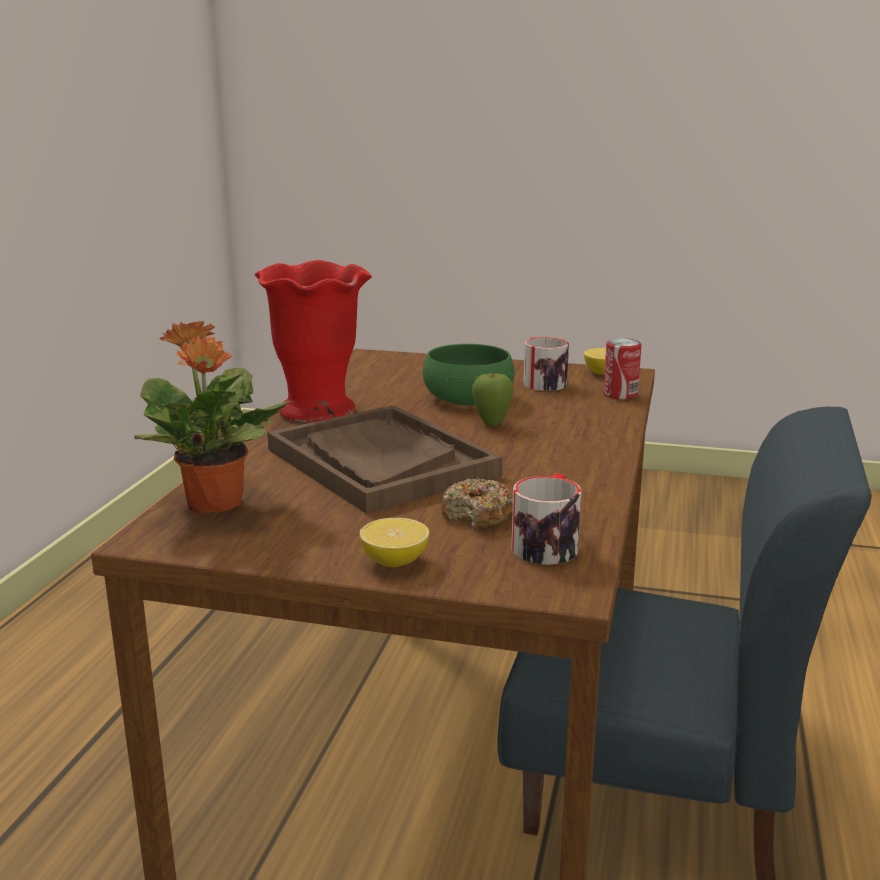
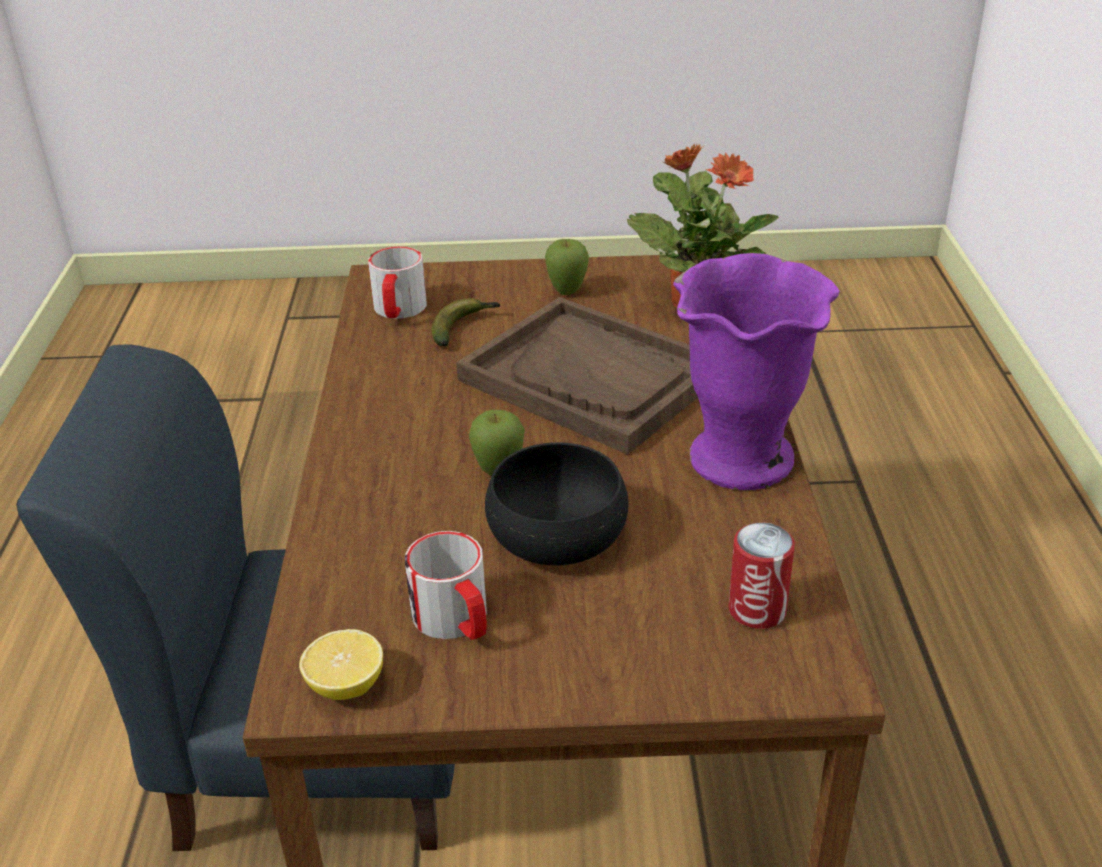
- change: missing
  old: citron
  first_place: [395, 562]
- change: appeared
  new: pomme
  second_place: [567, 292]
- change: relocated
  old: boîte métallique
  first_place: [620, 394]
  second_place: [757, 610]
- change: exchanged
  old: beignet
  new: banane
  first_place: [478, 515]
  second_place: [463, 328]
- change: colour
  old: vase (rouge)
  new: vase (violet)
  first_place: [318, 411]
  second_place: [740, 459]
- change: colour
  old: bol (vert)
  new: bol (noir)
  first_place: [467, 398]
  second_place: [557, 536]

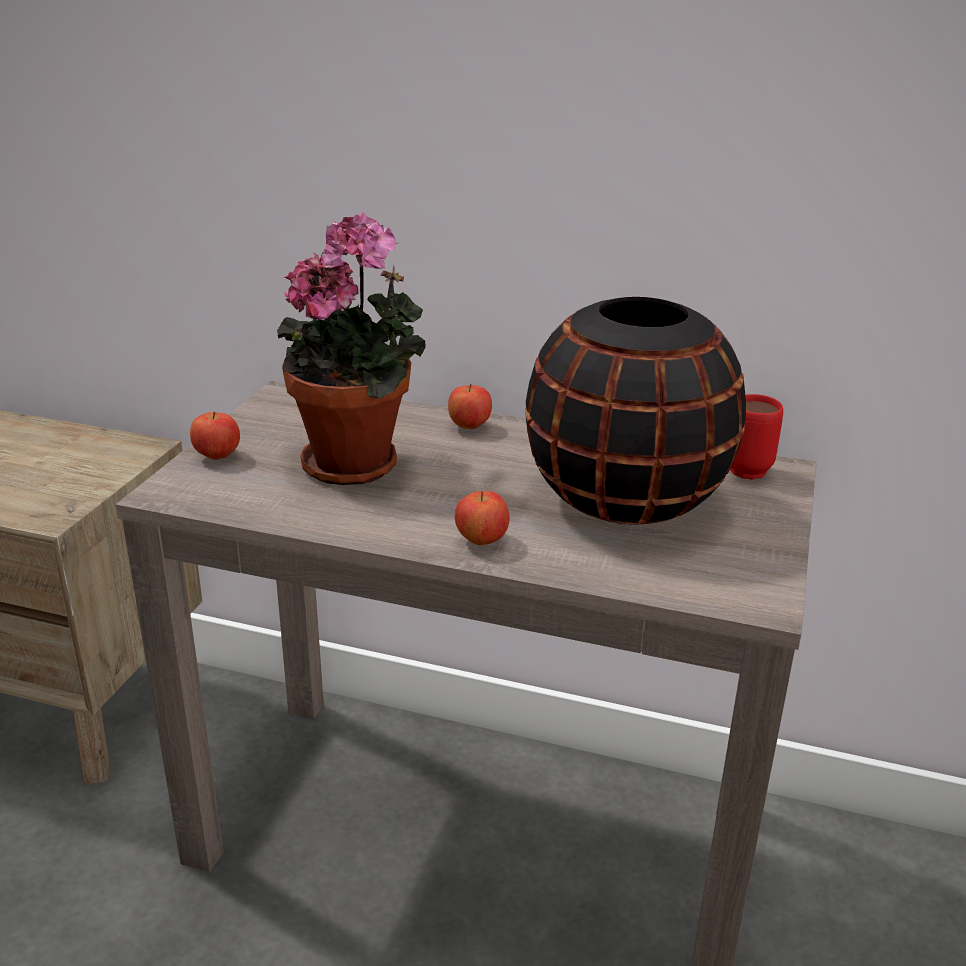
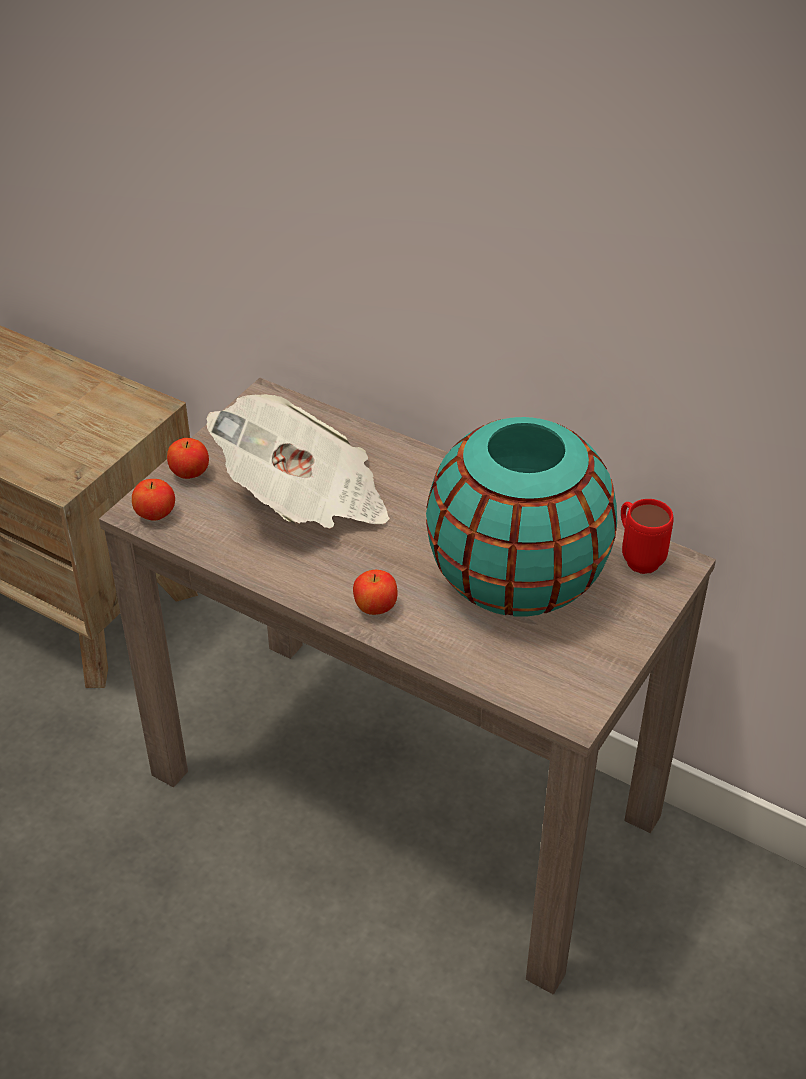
- change: relocated
  old: pomme
  first_place: [469, 427]
  second_place: [155, 515]
- change: exchanged
  old: plante en pot
  new: journal
  first_place: [359, 463]
  second_place: [305, 500]
- change: colour
  old: vase (noir)
  new: vase (turquoise)
  first_place: [626, 500]
  second_place: [516, 580]

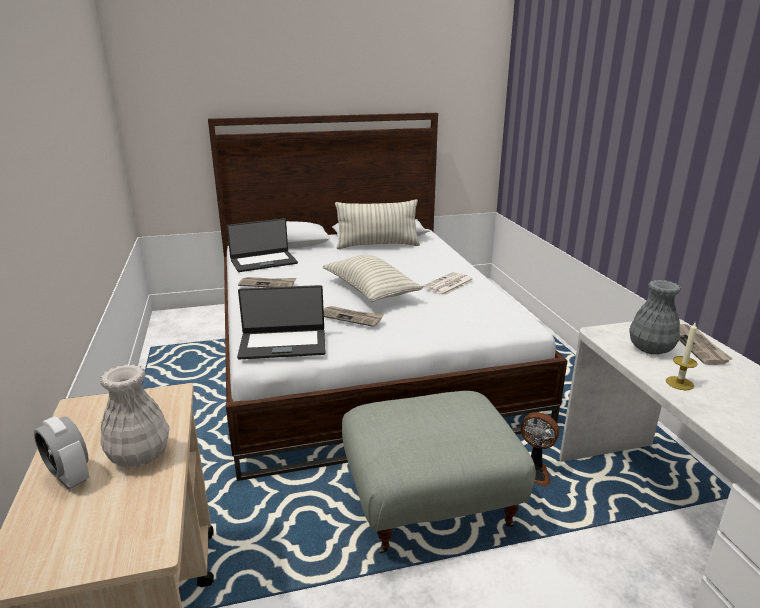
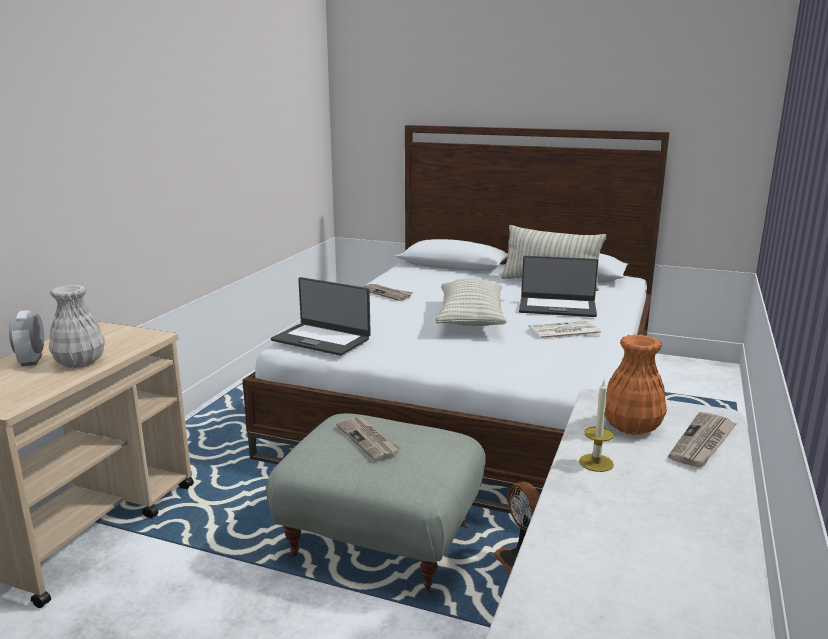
- change: relocated
  old: ordinateur portable
  first_place: [263, 262]
  second_place: [557, 307]
- change: relocated
  old: journal
  first_place: [351, 317]
  second_place: [369, 440]
- change: colour
  old: vase (gris)
  new: vase (orange)
  first_place: [650, 348]
  second_place: [632, 427]

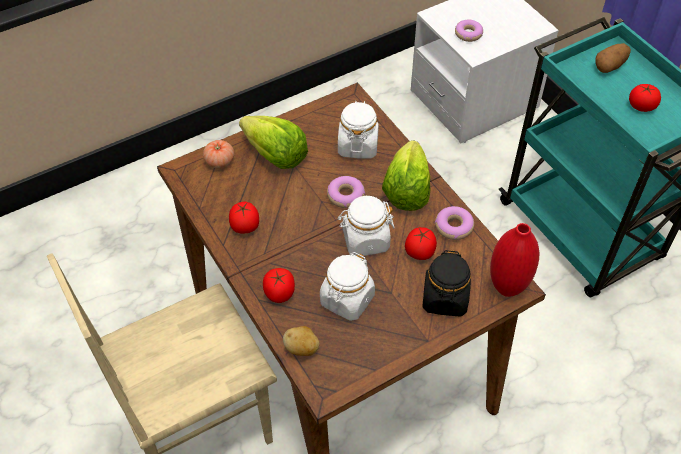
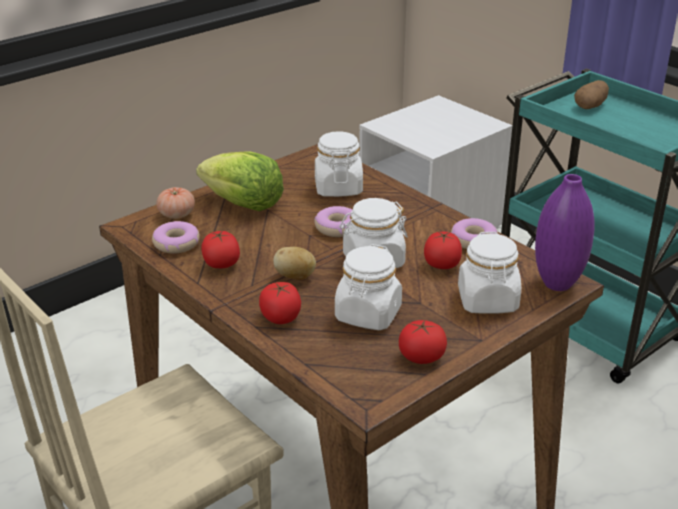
- change: missing
  old: laitue
  first_place: [406, 191]
- change: relocated
  old: pomme de terre
  first_place: [302, 348]
  second_place: [295, 277]
- change: relocated
  old: beignet
  first_place: [468, 34]
  second_place: [176, 244]
- change: relocated
  old: tomate
  first_place: [641, 106]
  second_place: [421, 357]
- change: colour
  old: bocal (noir)
  new: bocal (blanc)
  first_place: [445, 299]
  second_place: [487, 301]
- change: colour
  old: vase (rouge)
  new: vase (violet)
  first_place: [507, 288]
  second_place: [557, 284]

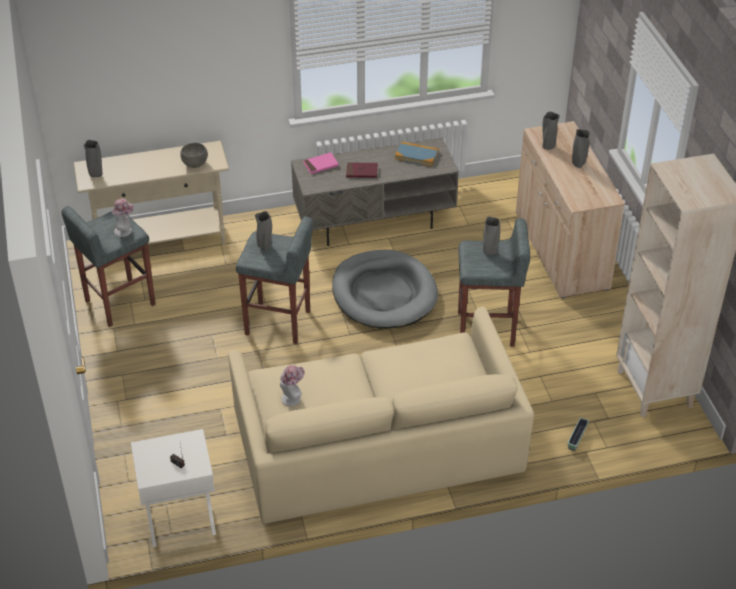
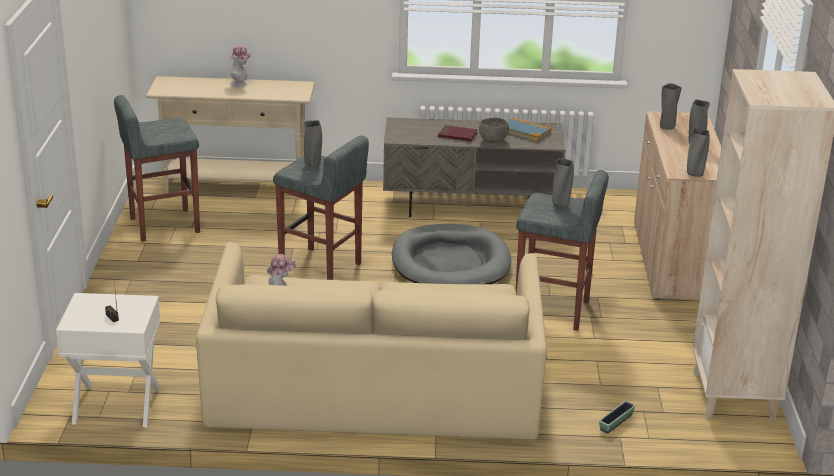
- change: missing
  old: livre (rose)
  first_place: [321, 165]
- change: relocated
  old: vase (gris)
  first_place: [96, 174]
  second_place: [694, 174]
- change: relocated
  old: chapeau
  first_place: [125, 231]
  second_place: [241, 83]
- change: relocated
  old: bol (gris)
  first_place: [195, 164]
  second_place: [493, 140]

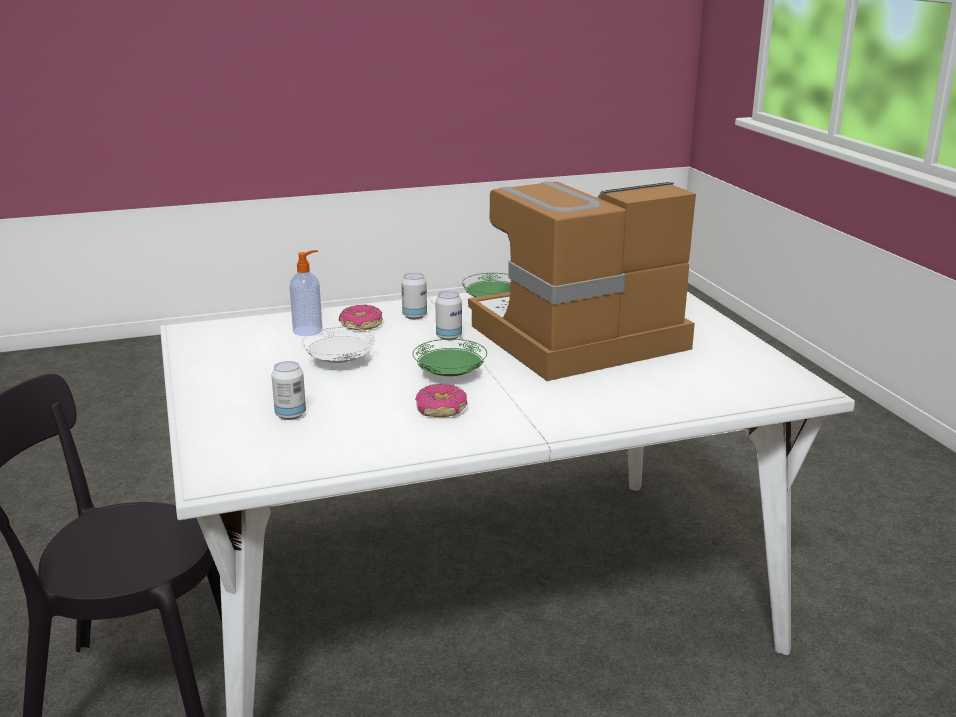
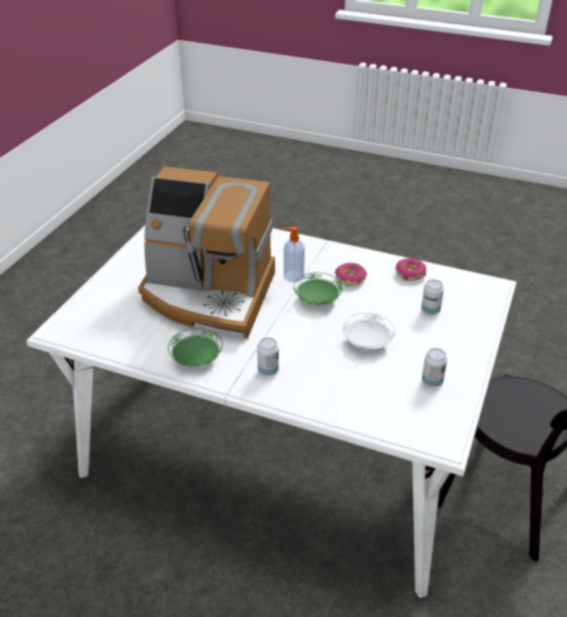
- change: relocated
  old: distributeur de savon
  first_place: [309, 330]
  second_place: [293, 276]
- change: relocated
  old: beignet
  first_place: [361, 325]
  second_place: [410, 274]
- change: relocated
  old: boîte métallique
  first_place: [449, 336]
  second_place: [432, 381]

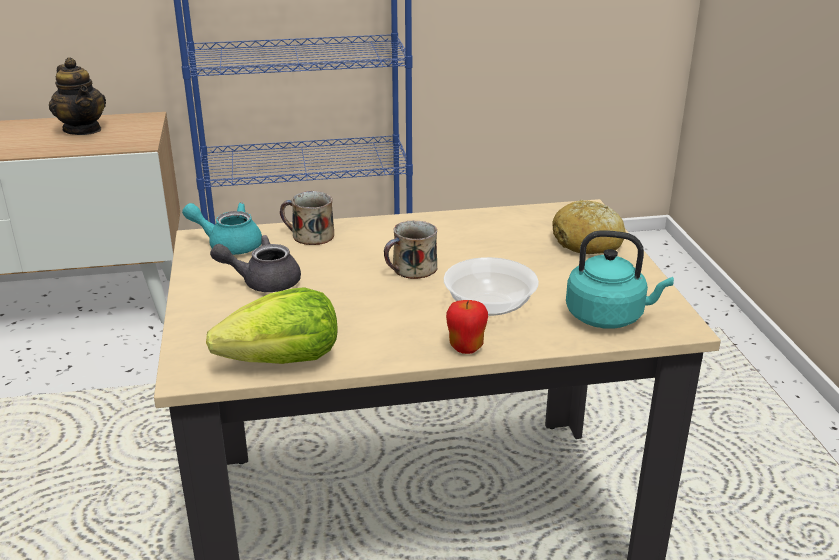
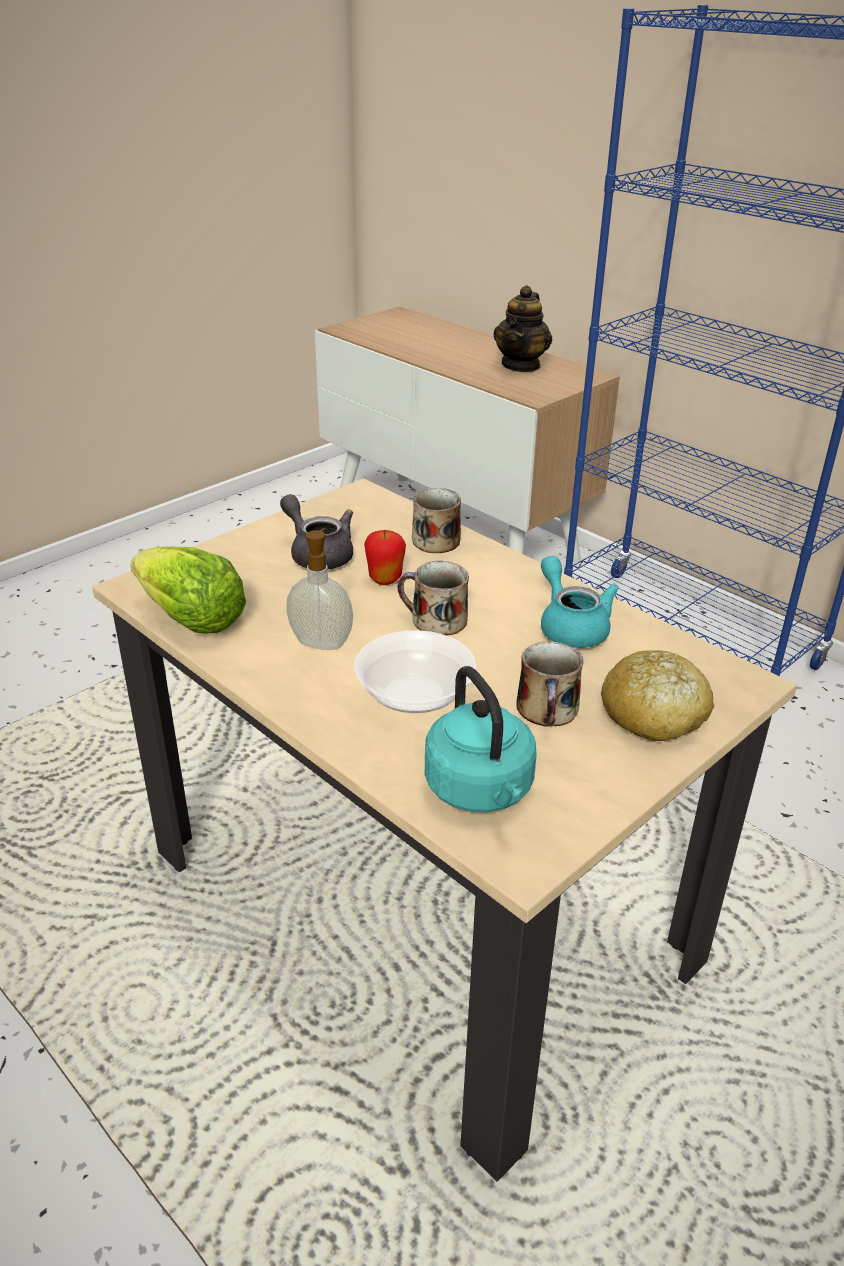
- change: appeared
  new: distributeur de savon
  second_place: [322, 642]
- change: appeared
  new: mug
  second_place: [548, 710]
- change: relocated
  old: théière (turquoise)
  first_place: [229, 244]
  second_place: [571, 626]
- change: relocated
  old: pomme
  first_place: [466, 347]
  second_place: [385, 579]

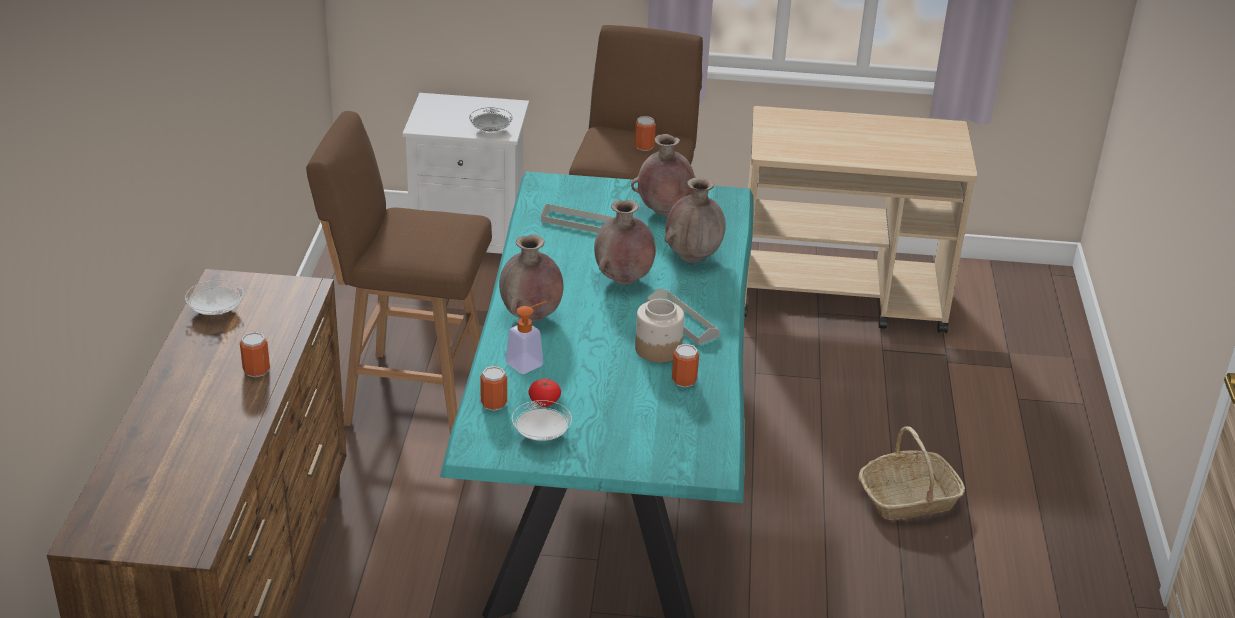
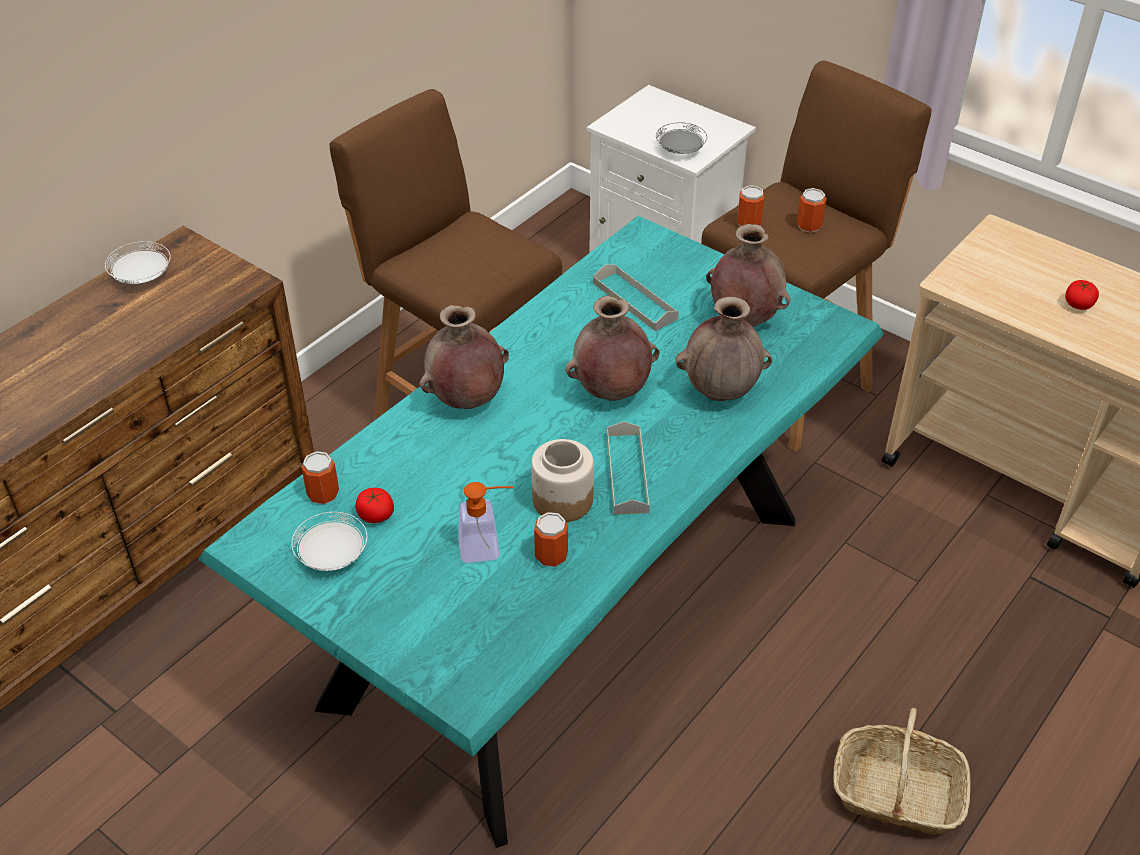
- change: appeared
  new: tomate
  second_place: [1078, 304]
- change: relocated
  old: boîte métallique
  first_place: [256, 370]
  second_place: [748, 223]
- change: relocated
  old: distributeur de savon
  first_place: [529, 362]
  second_place: [487, 548]

